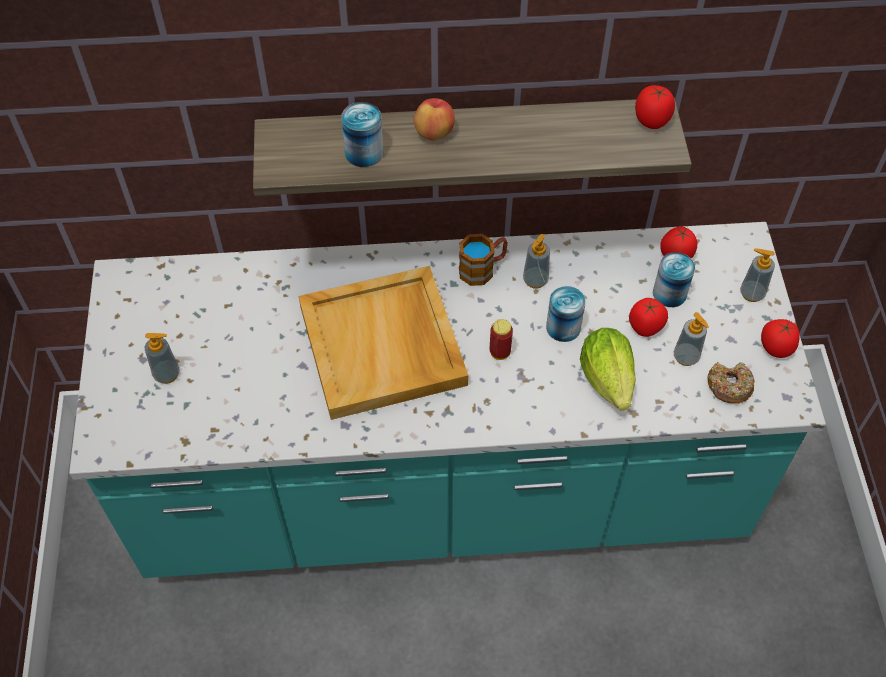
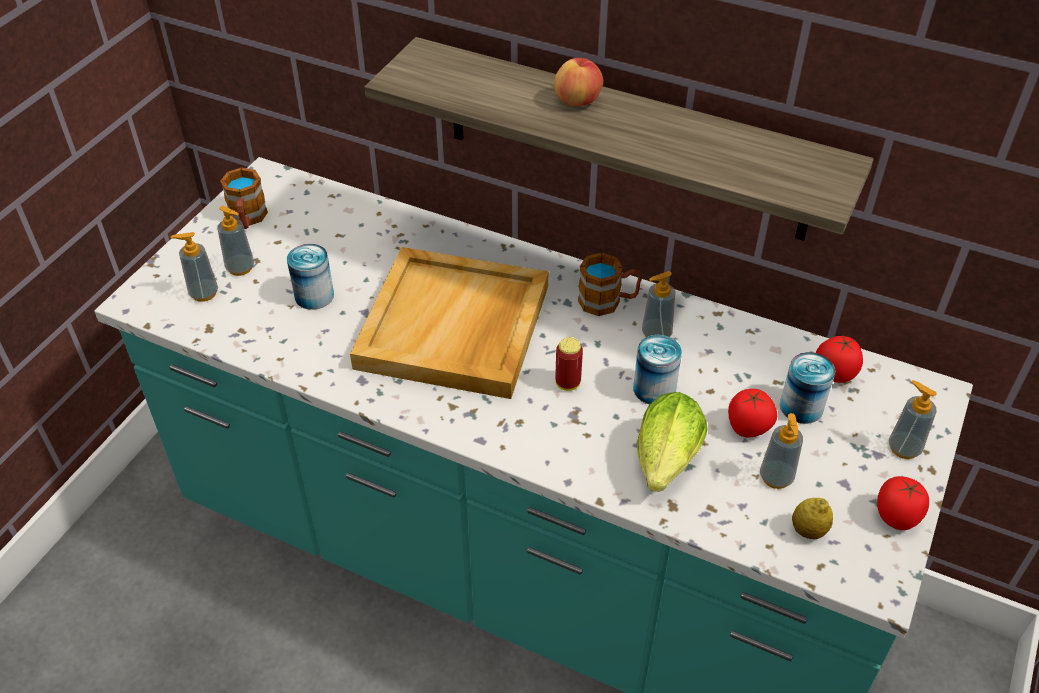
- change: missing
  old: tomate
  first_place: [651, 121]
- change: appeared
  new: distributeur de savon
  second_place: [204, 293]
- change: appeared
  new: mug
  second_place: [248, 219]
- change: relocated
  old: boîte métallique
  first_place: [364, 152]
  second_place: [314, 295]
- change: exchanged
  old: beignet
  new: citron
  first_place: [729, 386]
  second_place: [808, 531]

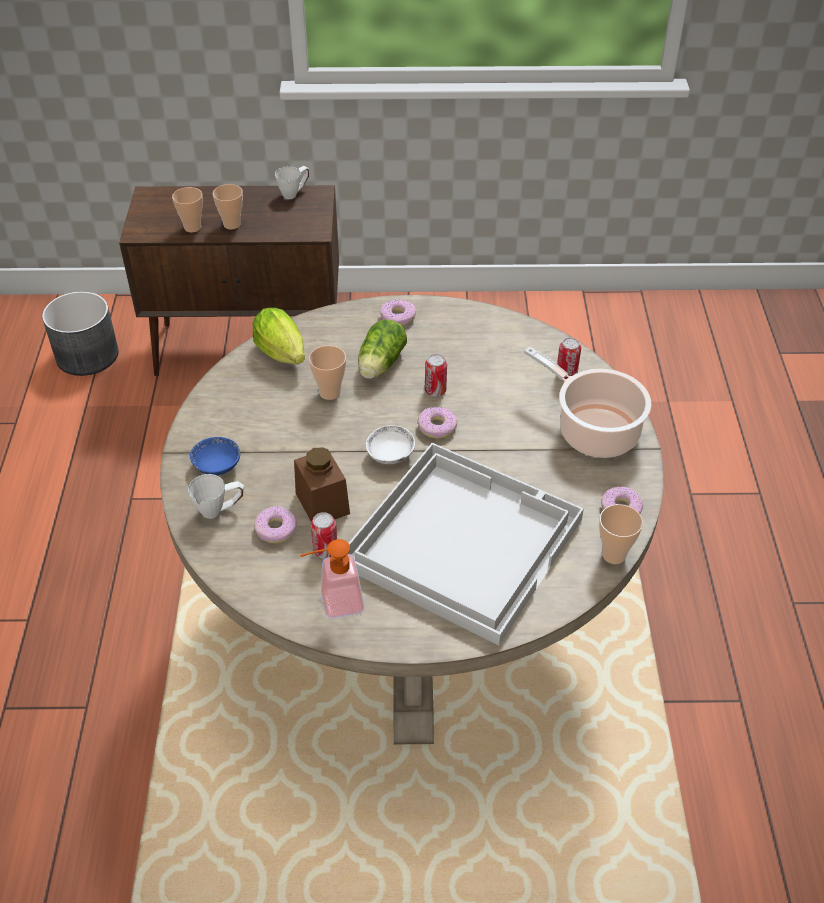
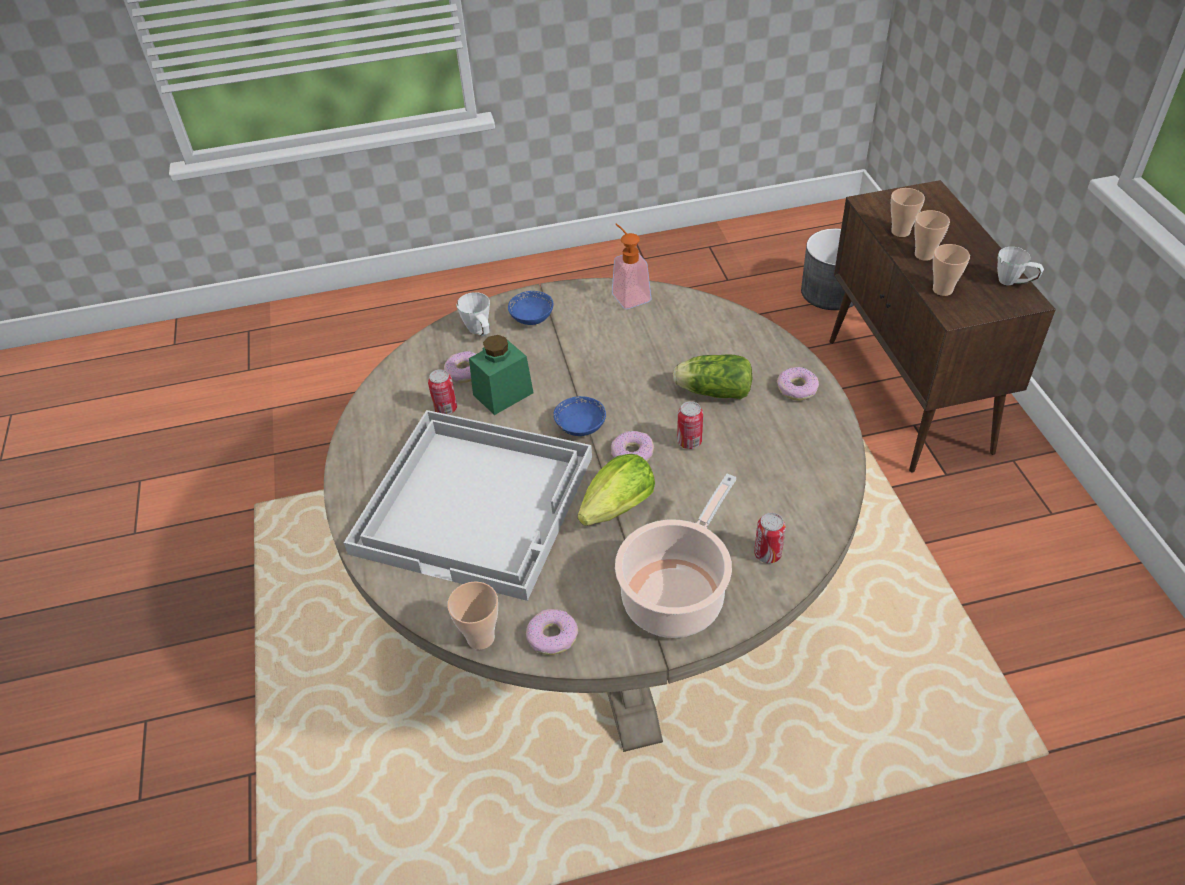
- change: relocated
  old: laitue
  first_place: [283, 356]
  second_place: [614, 511]
- change: relocated
  old: distributeur de savon
  first_place: [334, 603]
  second_place: [628, 294]
- change: relocated
  old: tasse
  first_place: [330, 392]
  second_place: [942, 290]
- change: colour
  old: bocal (marron)
  new: bocal (vert)
  first_place: [322, 503]
  second_place: [503, 394]
- change: colour
  old: bol (blanc)
  new: bol (bleu)
  first_place: [390, 455]
  second_place: [580, 427]

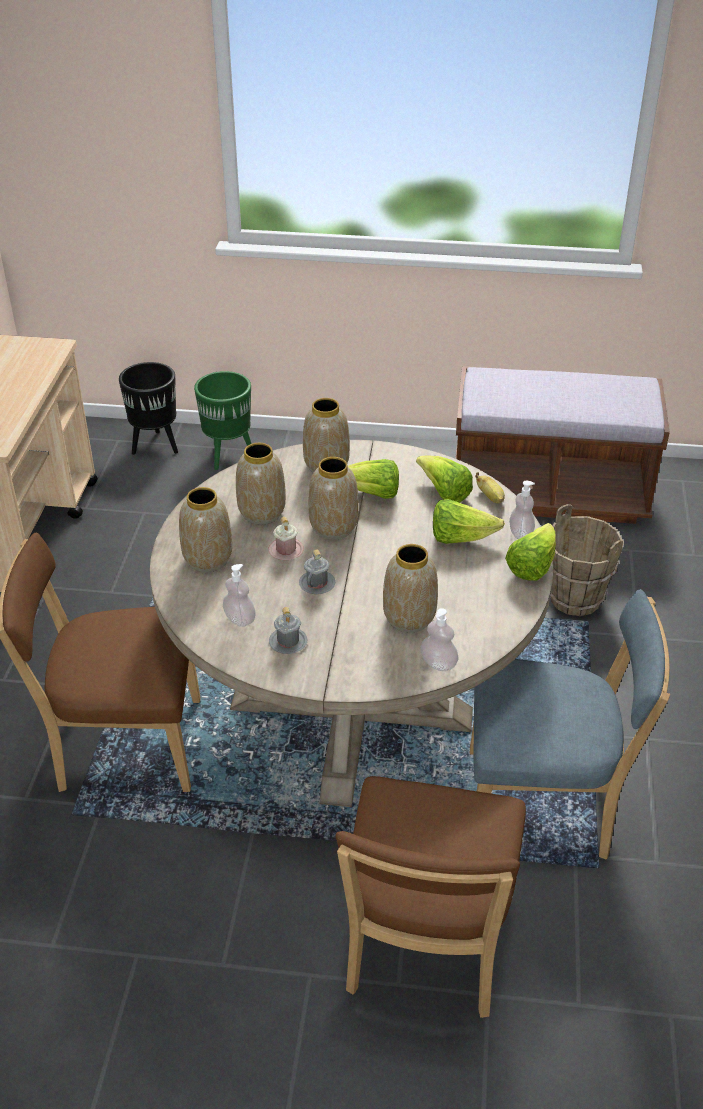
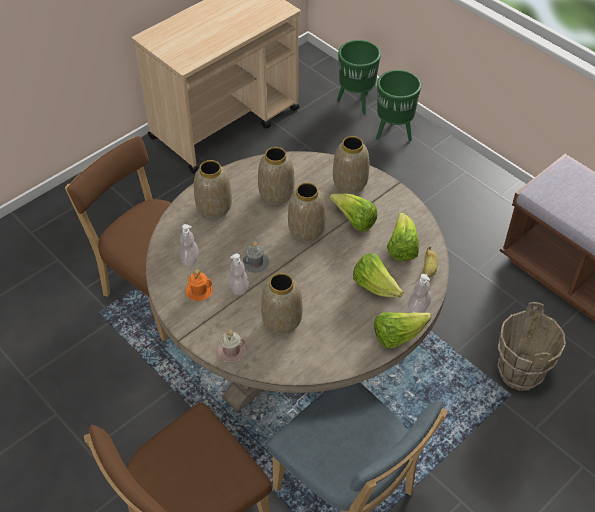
- change: relocated
  old: mug (rose)
  first_place: [286, 550]
  second_place: [231, 351]
- change: relocated
  old: distributeur de savon
  first_place: [438, 663]
  second_place: [239, 288]
- change: colour
  old: cache-pot (noir)
  new: cache-pot (vert)
  first_place: [156, 446]
  second_place: [356, 102]
- change: colour
  old: mug (gris)
  new: mug (orange)
  first_place: [288, 642]
  second_place: [199, 291]

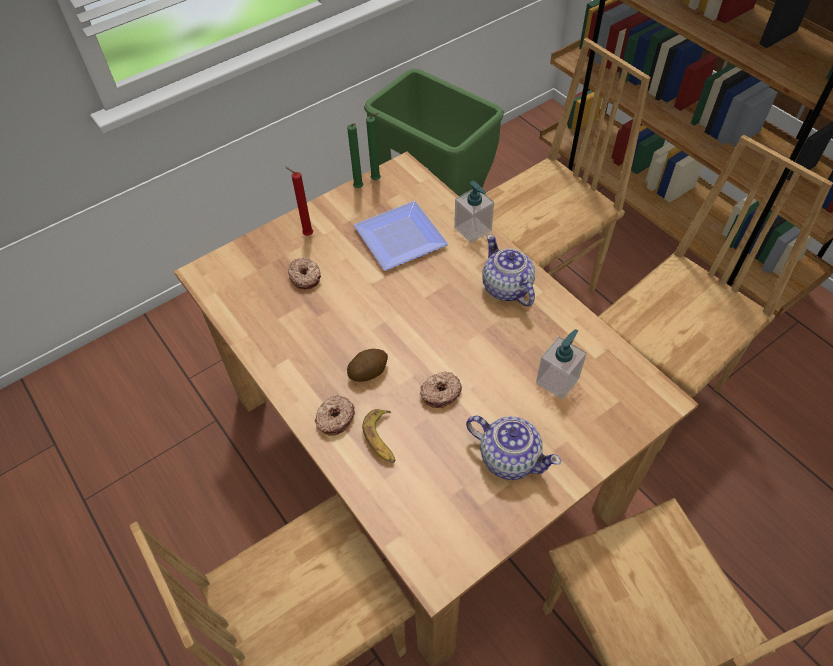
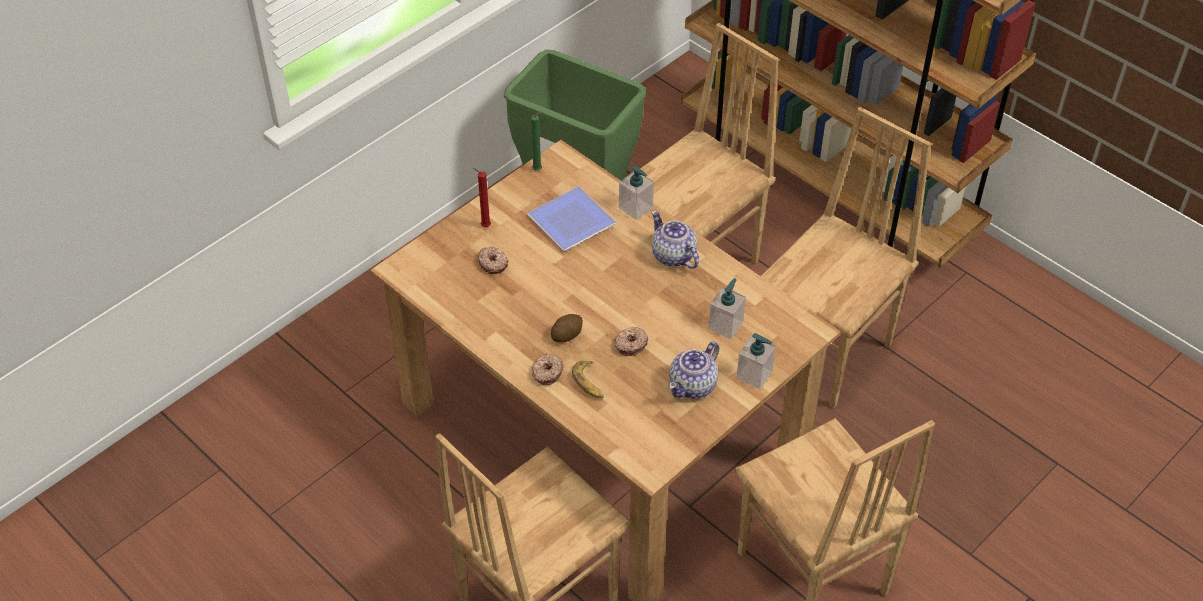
- change: missing
  old: bougie (vert)
  first_place: [359, 189]
- change: appeared
  new: distributeur de savon
  second_place: [754, 375]
- change: spun
  old: théière
  first_place: [509, 457]
  second_place: [693, 385]
  degrees: 105

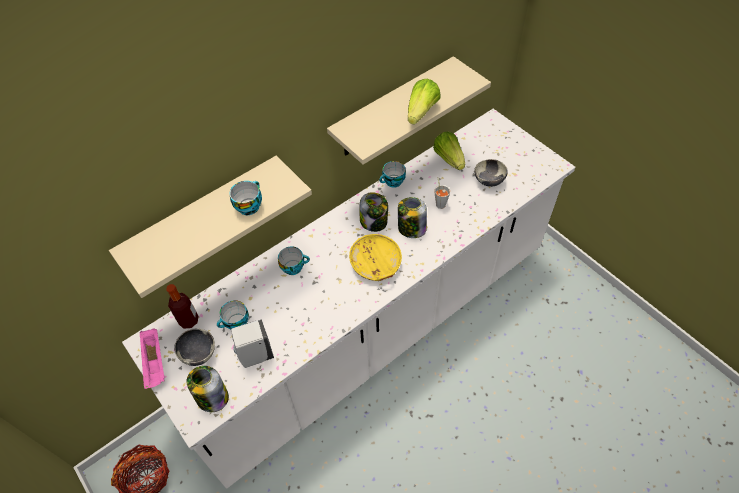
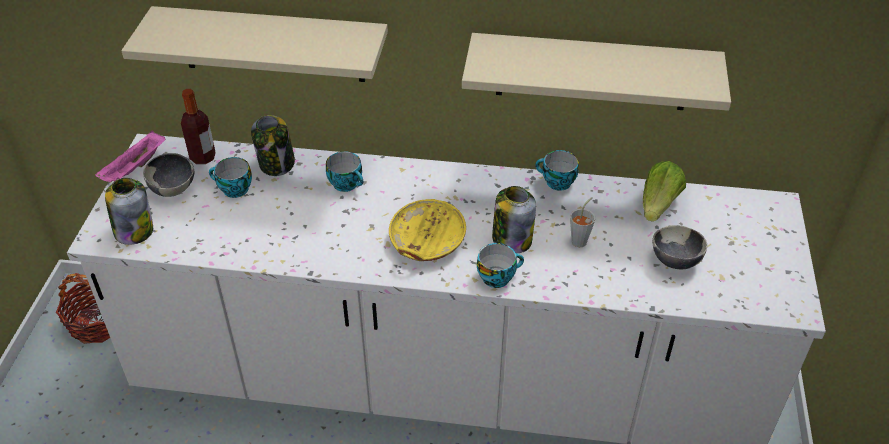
- change: missing
  old: distributeur de savon (blanc)
  first_place: [255, 356]
- change: missing
  old: laitue
  first_place: [421, 112]
- change: relocated
  old: tasse
  first_place: [249, 205]
  second_place: [497, 276]
- change: relocated
  old: bocal
  first_place: [374, 222]
  second_place: [277, 164]

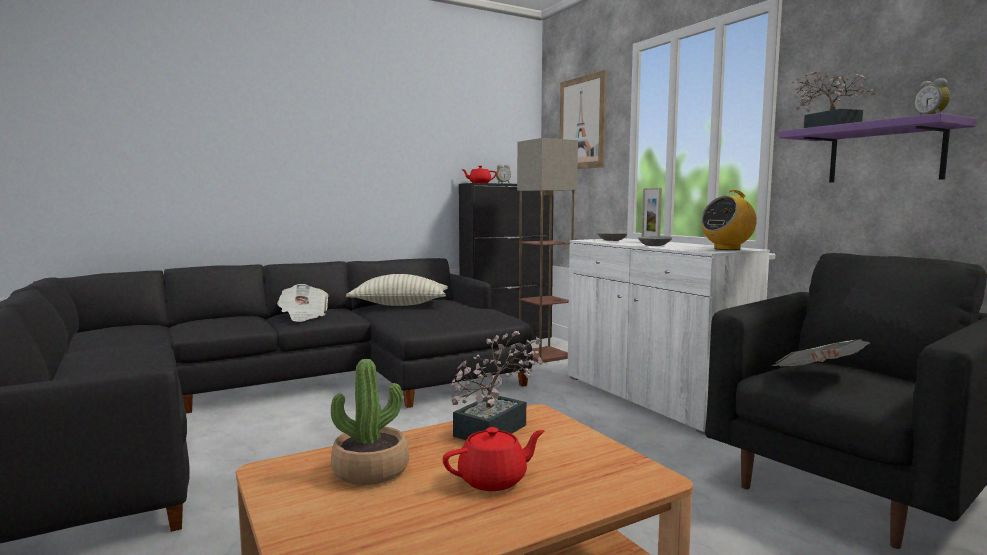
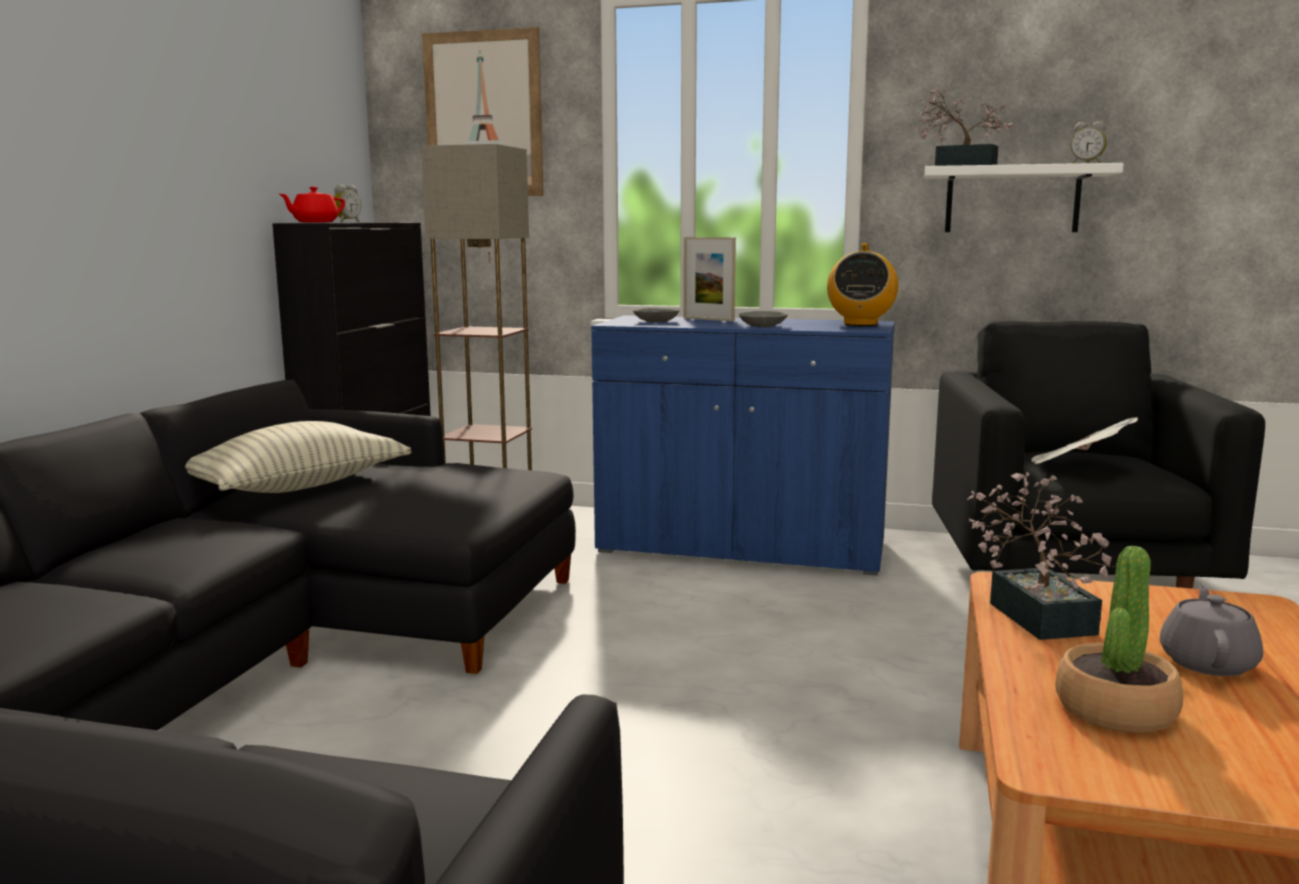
- change: missing
  old: journal
  first_place: [303, 316]
- change: colour
  old: théière (rouge)
  new: théière (gris)
  first_place: [494, 480]
  second_place: [1208, 662]
- change: colour
  old: meuble de rangement (blanc)
  new: meuble de rangement (bleu)
  first_place: [652, 396]
  second_place: [741, 547]
- change: colour
  old: étagère (violet)
  new: étagère (blanc)
  first_place: [885, 154]
  second_place: [1012, 200]

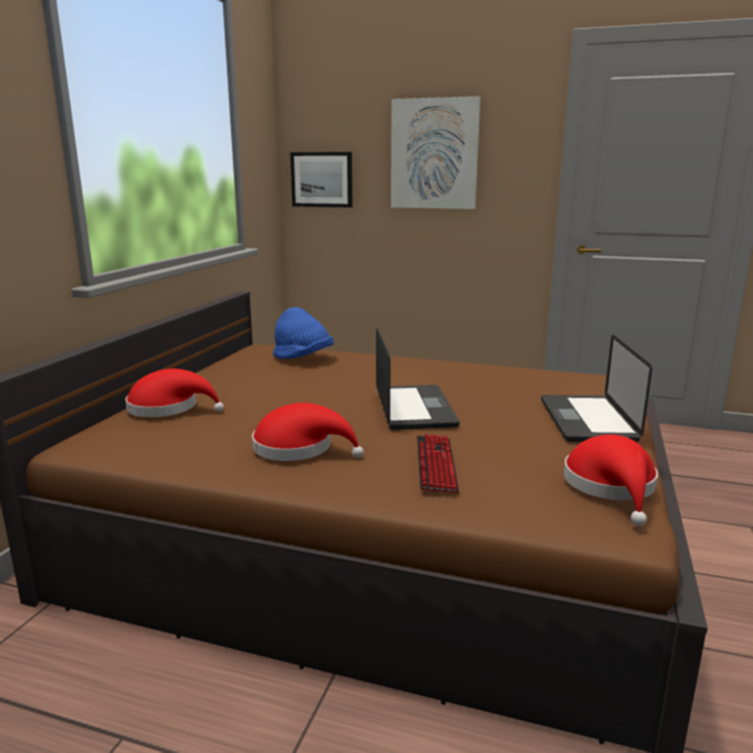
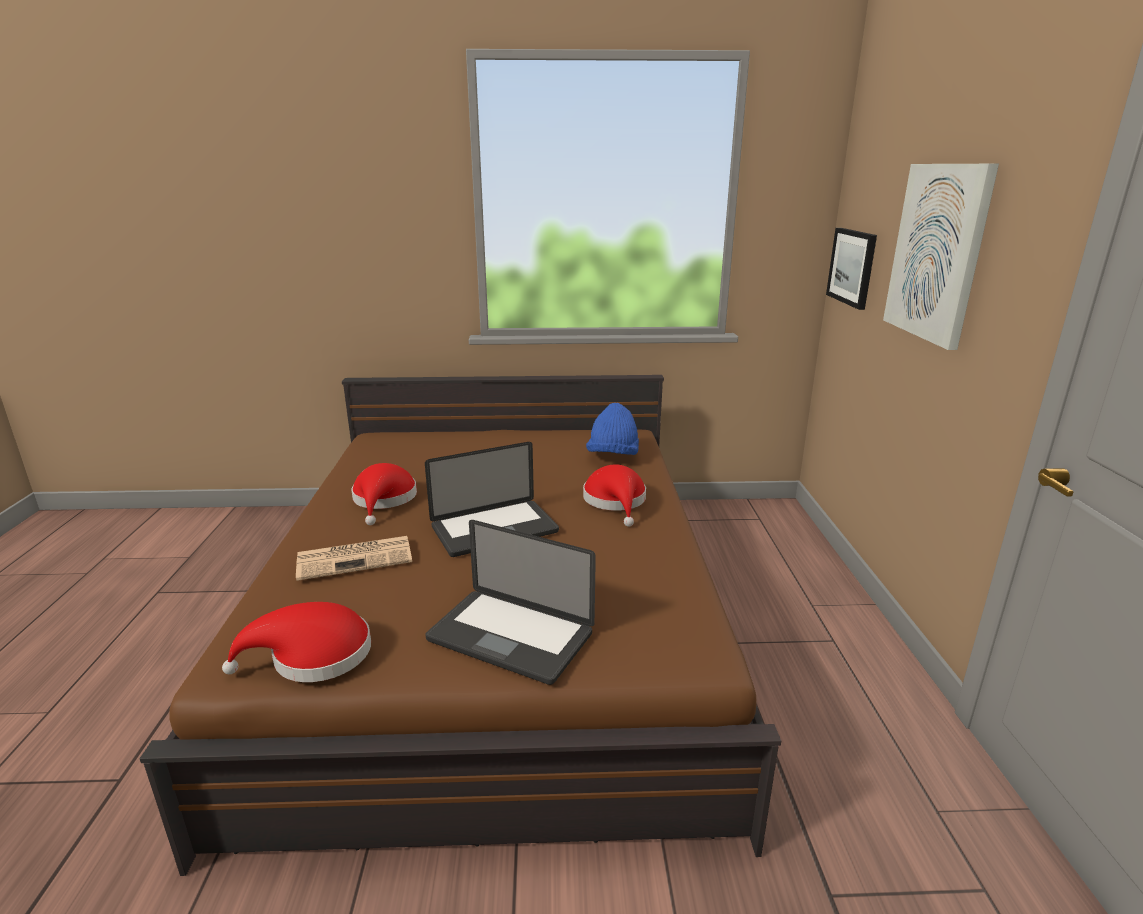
- change: relocated
  old: chapeau (rouge)
  first_place: [168, 408]
  second_place: [616, 501]
- change: exchanged
  old: clavier
  new: journal
  first_place: [436, 464]
  second_place: [356, 558]
- change: spun
  old: ordinateur portable
  first_place: [587, 420]
  second_place: [510, 637]
  degrees: -135

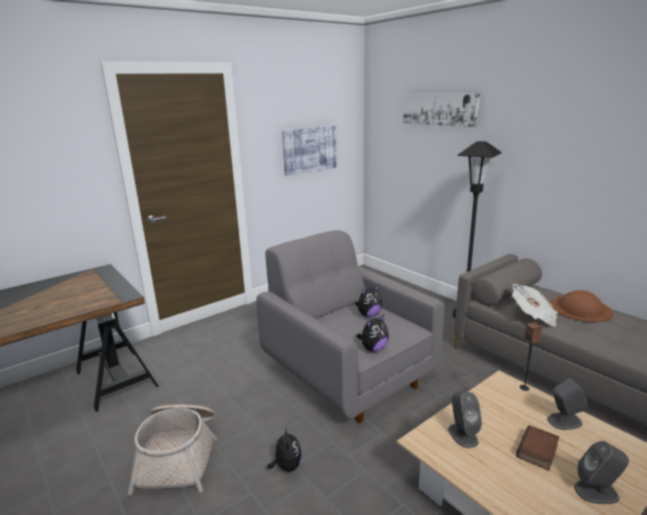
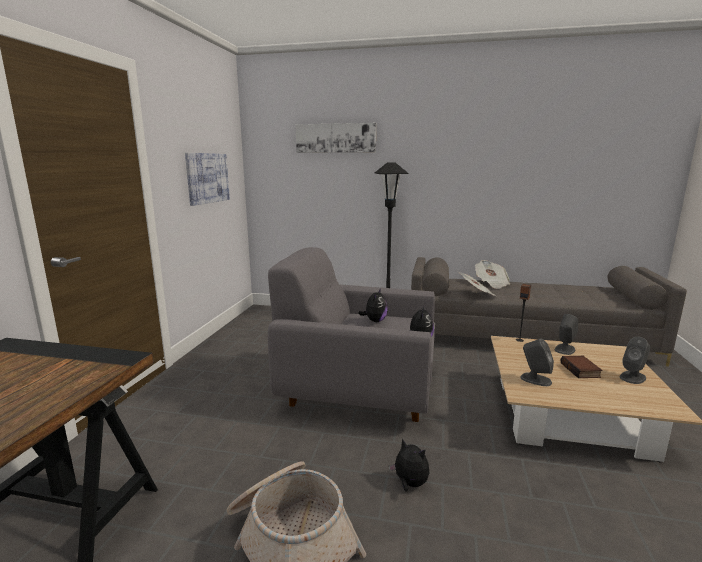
- change: exchanged
  old: chapeau (marron)
  new: journal
  first_place: [580, 308]
  second_place: [491, 283]

